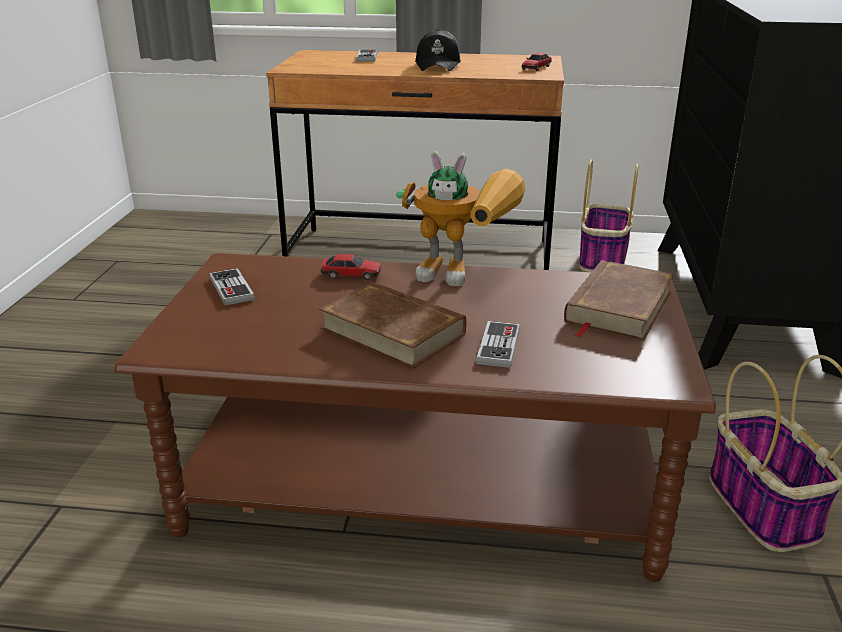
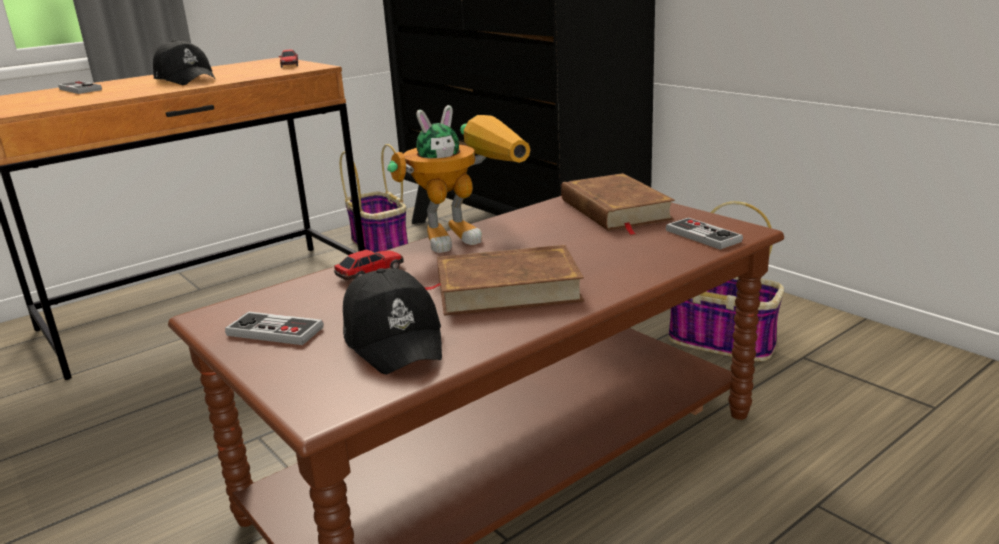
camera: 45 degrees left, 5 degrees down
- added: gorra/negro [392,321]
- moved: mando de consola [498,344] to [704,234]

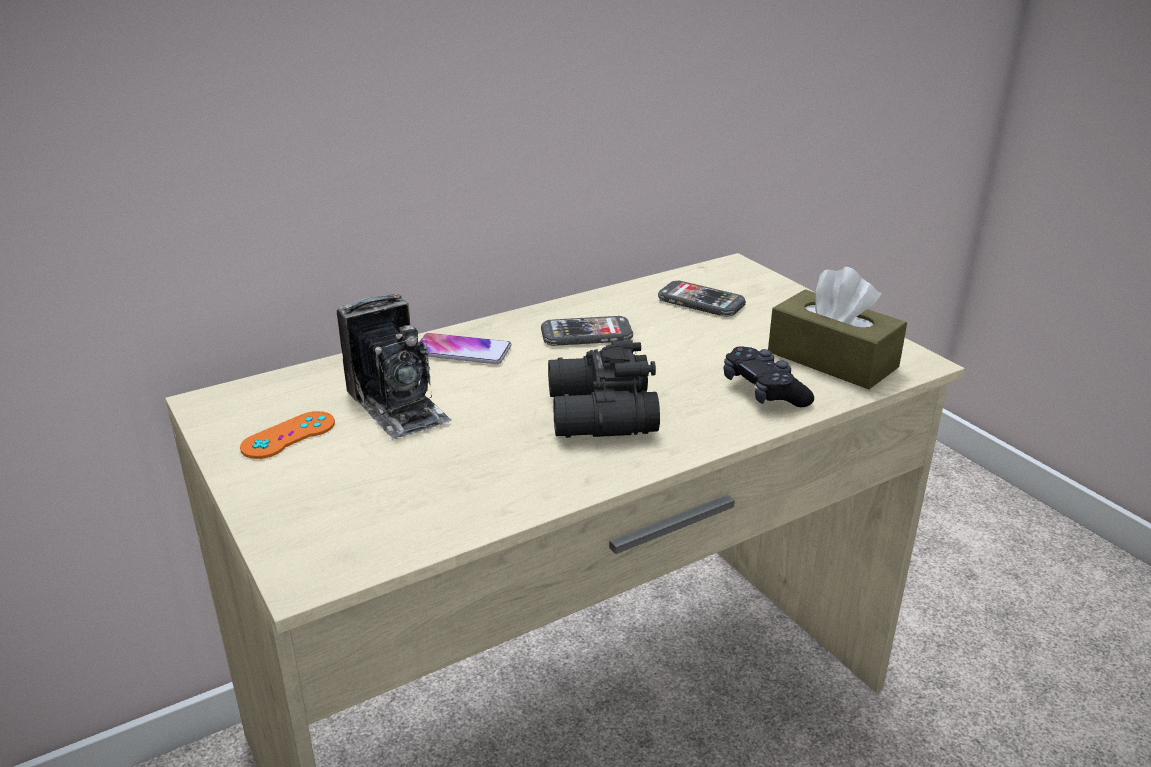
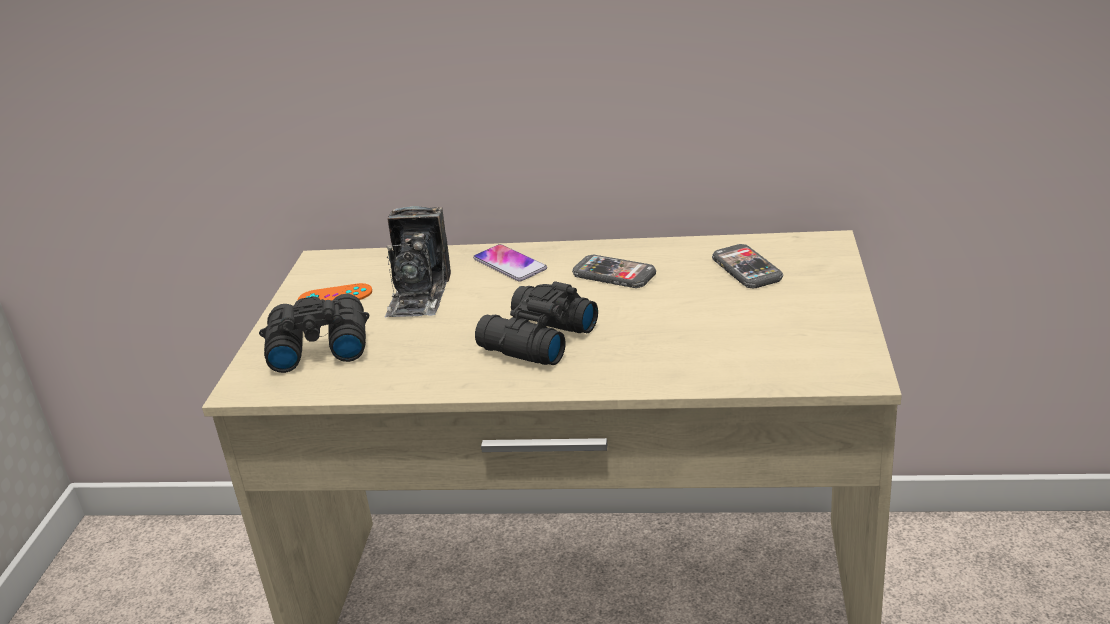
camera: 40 degrees right, 0 degrees up
- added: prismáticos/negro [314,333]
- removed: mando de consola/negro [769,376]
- removed: caja de pañuelos/marrón [837,328]

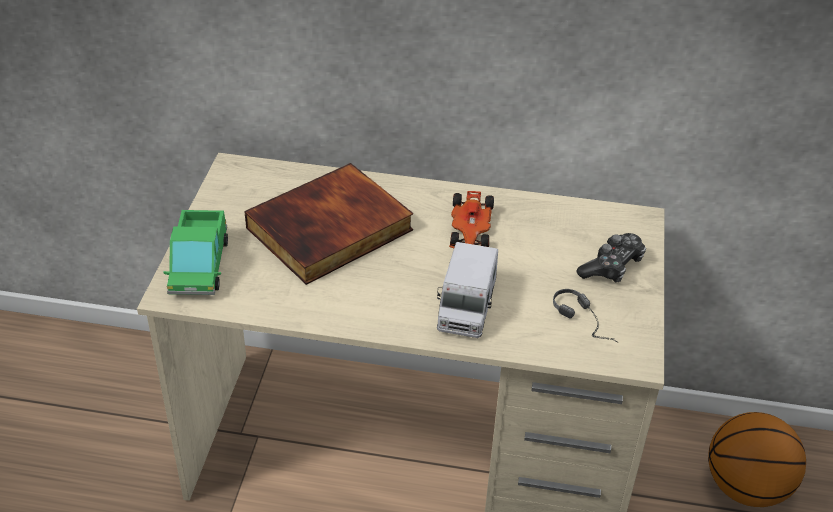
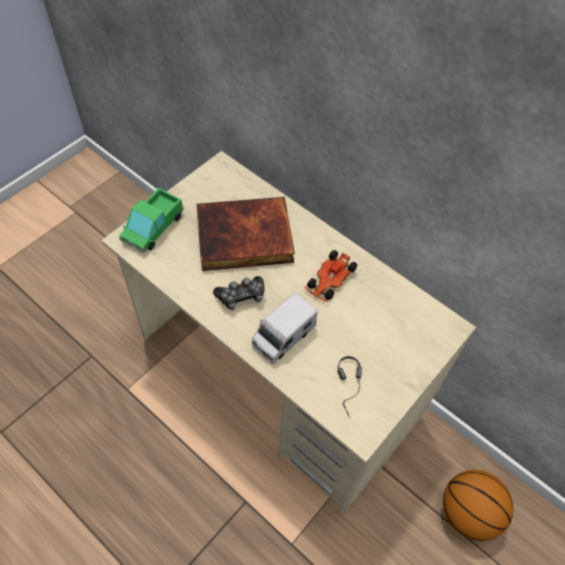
camera: 30 degrees right, 15 degrees up
- moved: mando de consola [611,258] to [239,293]

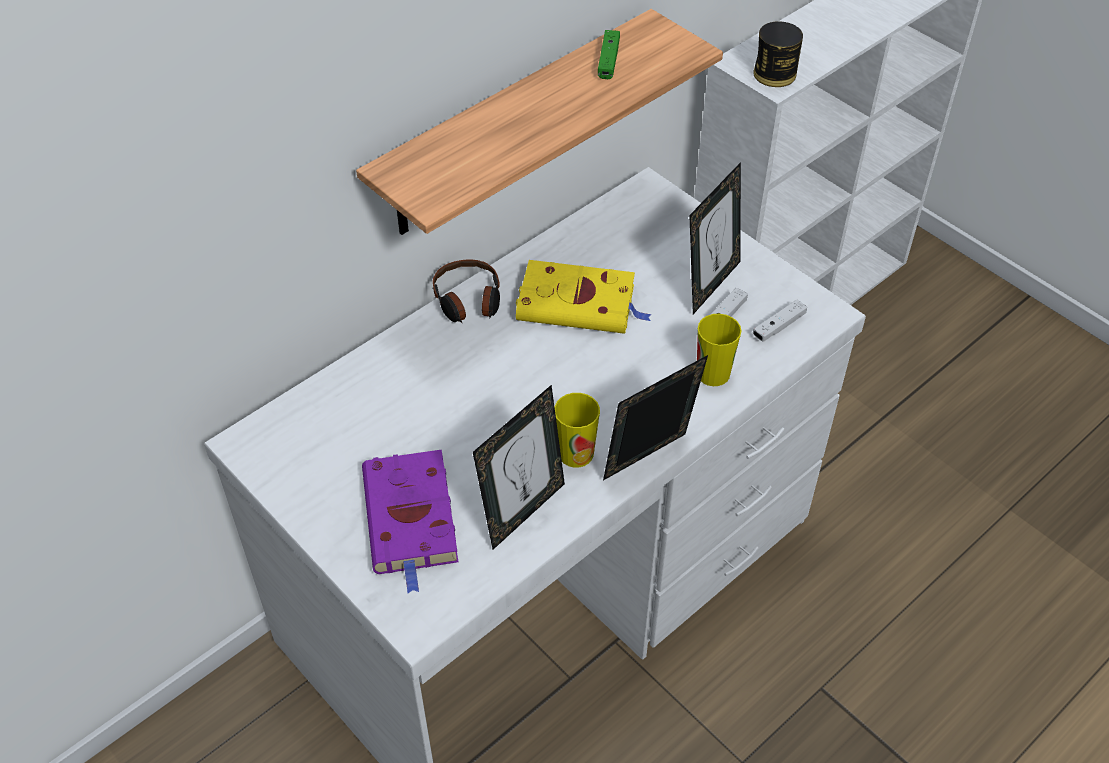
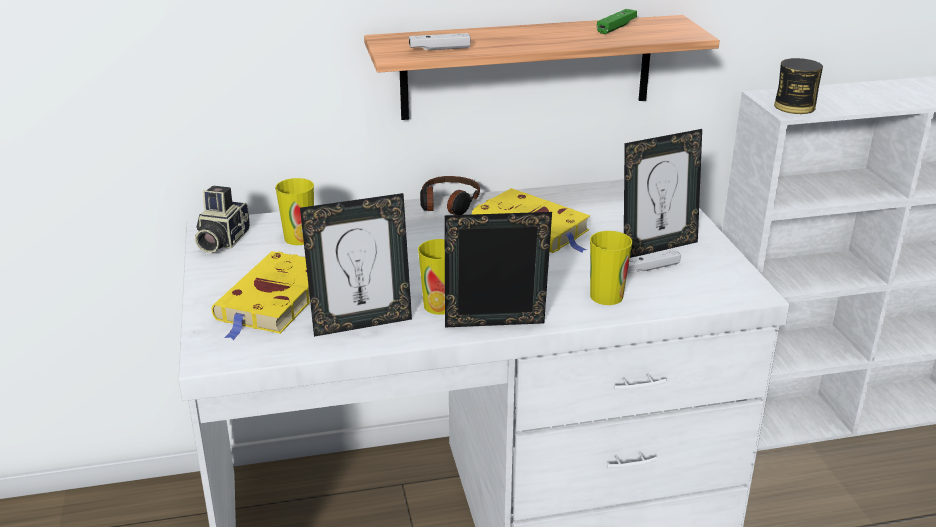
camera: 30 degrees right, 20 degrees down
- added: cámara [222,219]
- recoloured: libro/morado [410,521] to libro/amarillo [261,295]
- added: taza [294,211]
- moved: mando de consola/blanco [780,320] to [440,42]

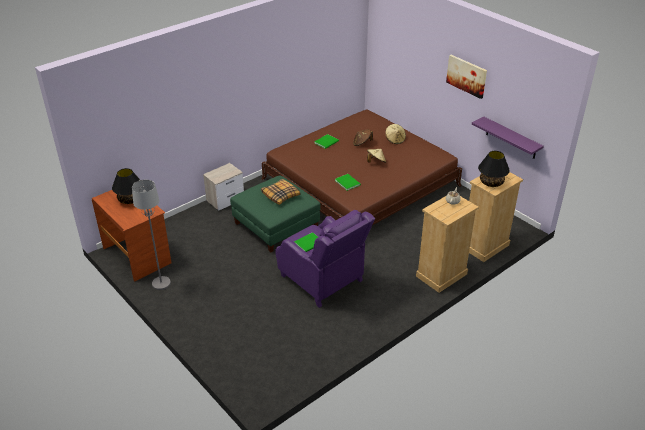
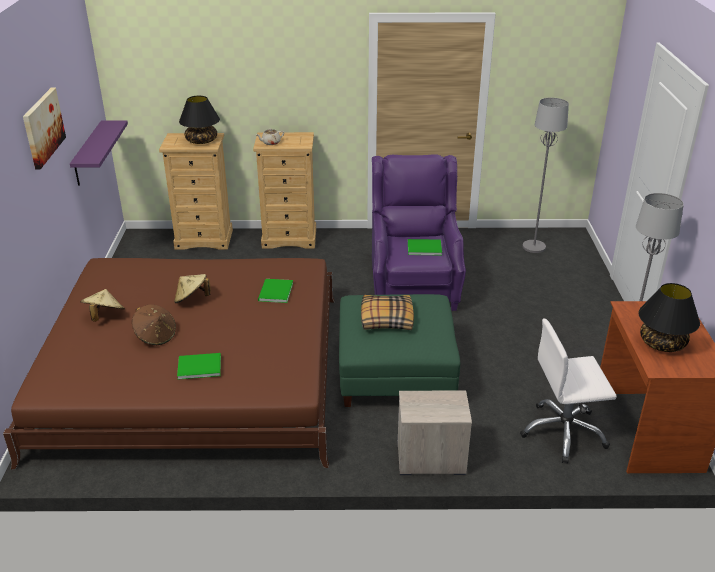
camera: 140 degrees left, 5 degrees down
- added: silla de oficina/blanco [568,391]
- added: lámpara de pie/gris [545,175]

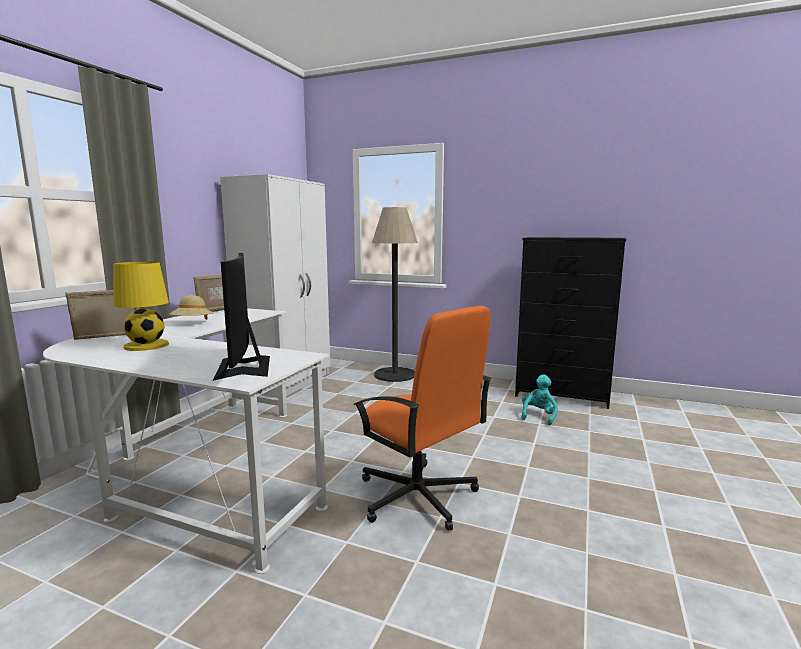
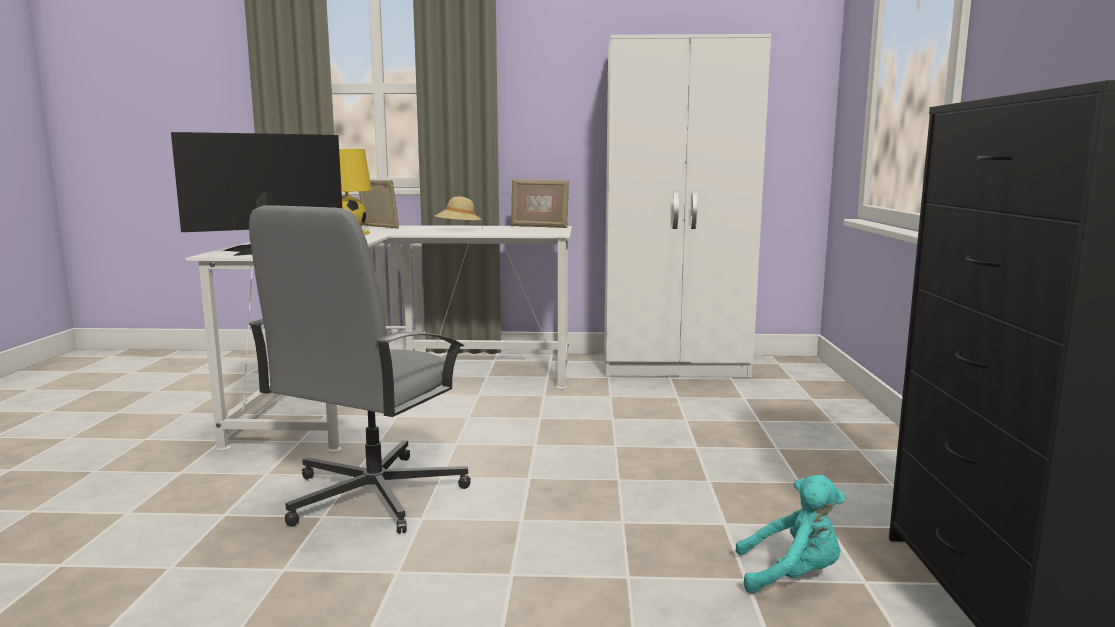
camera: 70 degrees right, 0 degrees up
- recoloured: silla de oficina/naranja [422,418] to silla de oficina/gris [359,369]
- removed: lámpara de pie [395,294]

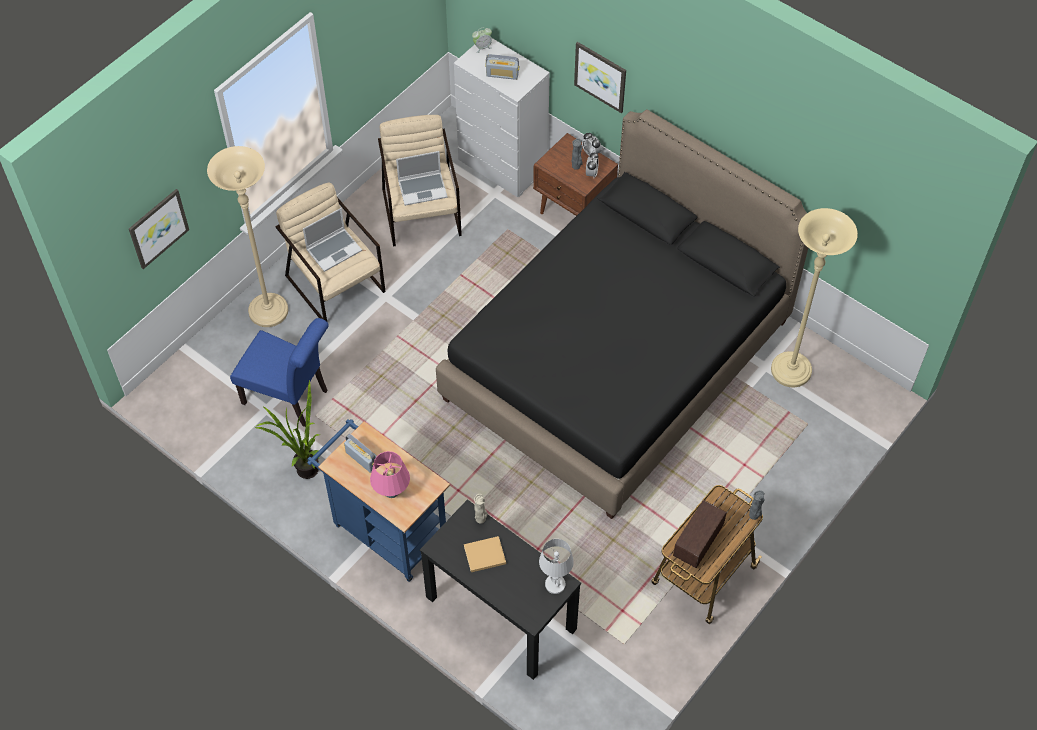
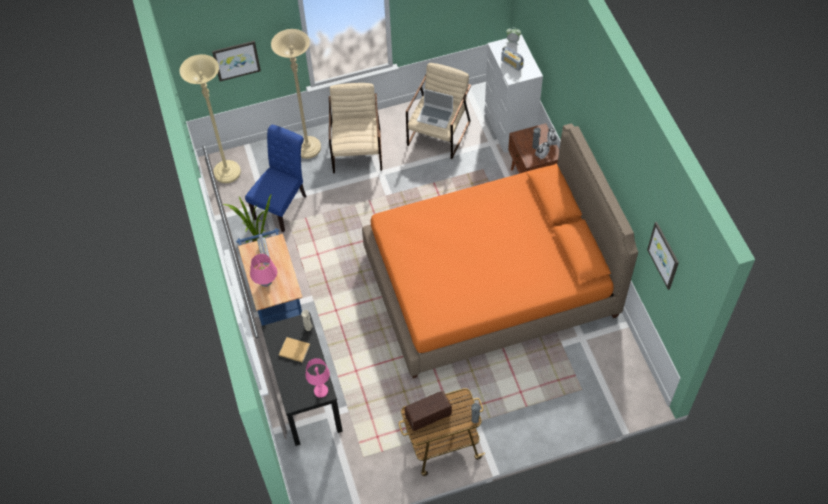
camera: 35 degrees right, 0 degrees up
- moved: lámpara de pie/beis [814,297] to [210,118]
- turned: silla/azul [279,372] = [275,178] 120 degrees counterclockwise
- recoloured: lámpara de mesa/blanco [556,566] to lámpara de mesa/rosa [318,378]
- recoloured: cama/negro [622,314] to cama/naranja [500,251]
- moved: cuadro [600,77] to [663,256]
- removed: portátil [332,240]

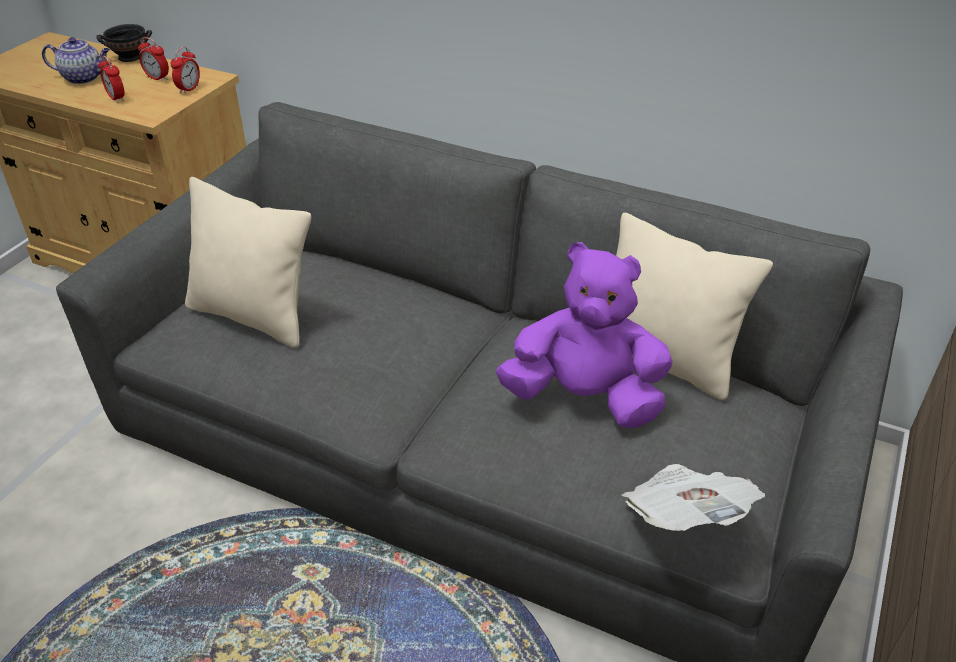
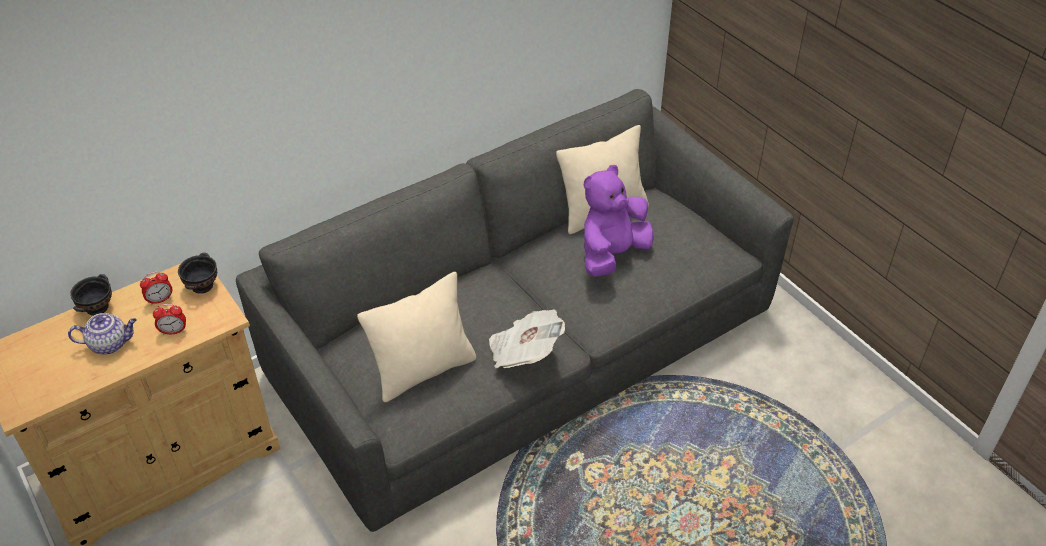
camera: 60 degrees left, 5 degrees up
- turned: tetera [76,60] = [102,334] 45 degrees clockwise
- replaced: despertador [185,70] to cuenco/negro [197,273]
- moved: periódico [693,497] to [527,338]

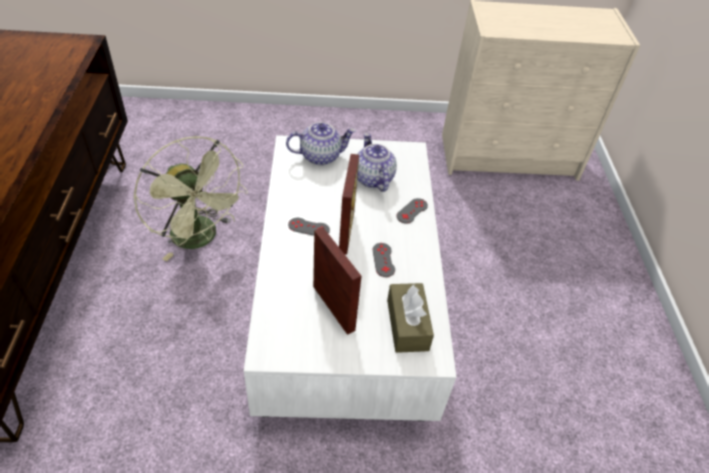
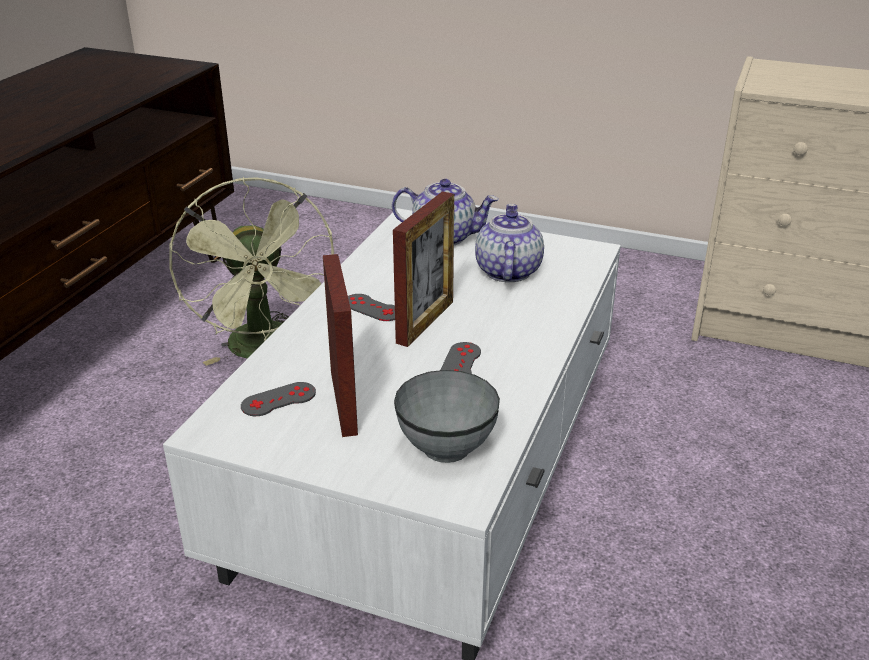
camera: 25 degrees right, 15 degrees down
- moved: mando de consola/gris [412,211] to [278,399]
- replaced: caja de pañuelos/marrón [410,318] to cuenco/gris [447,416]

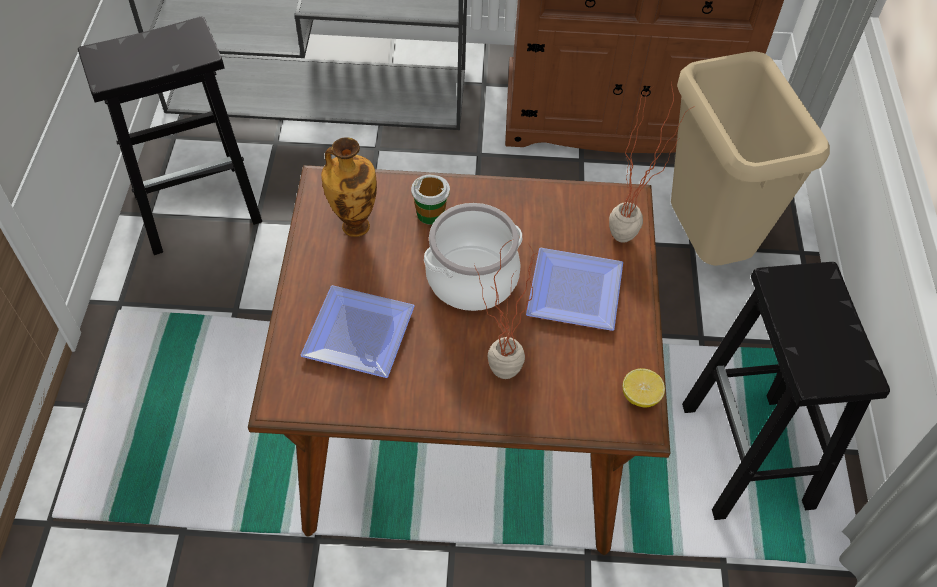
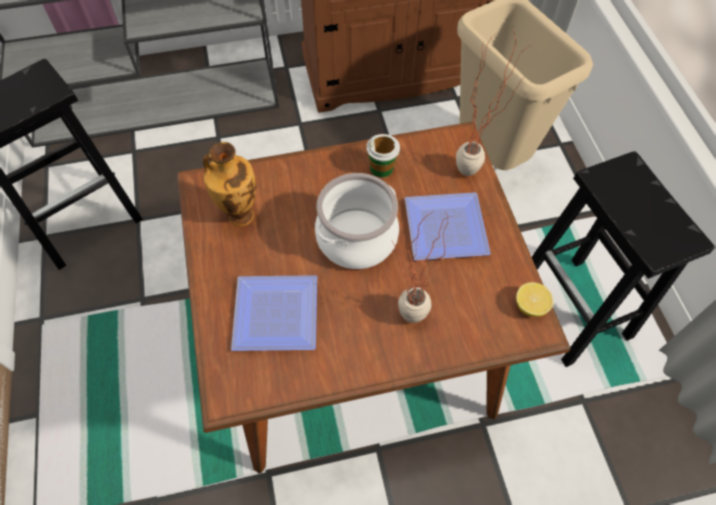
camera: 15 degrees left, 5 degrees up
- moved: taza [430,199] to [383,155]

